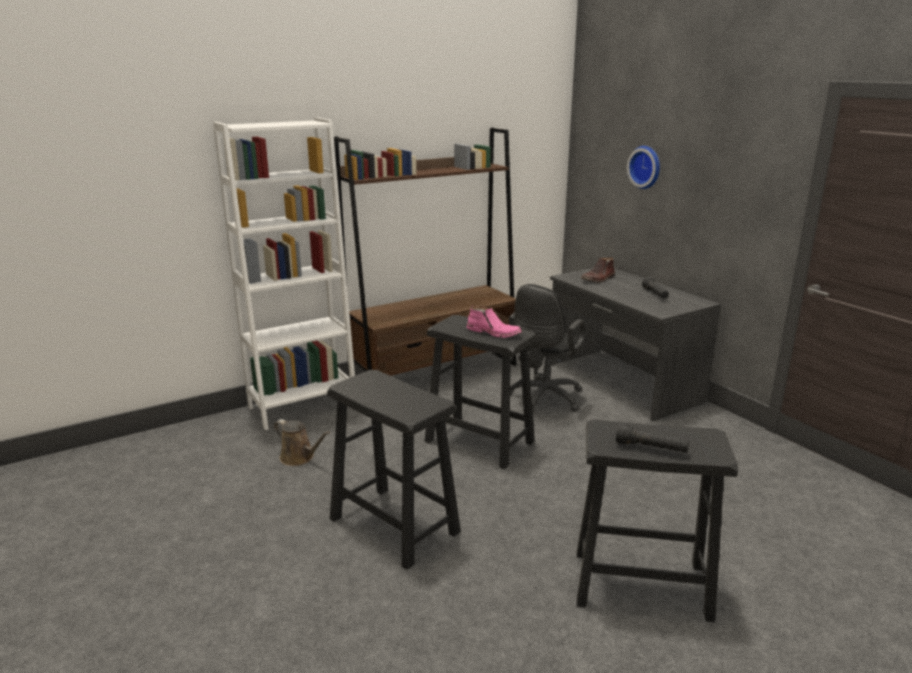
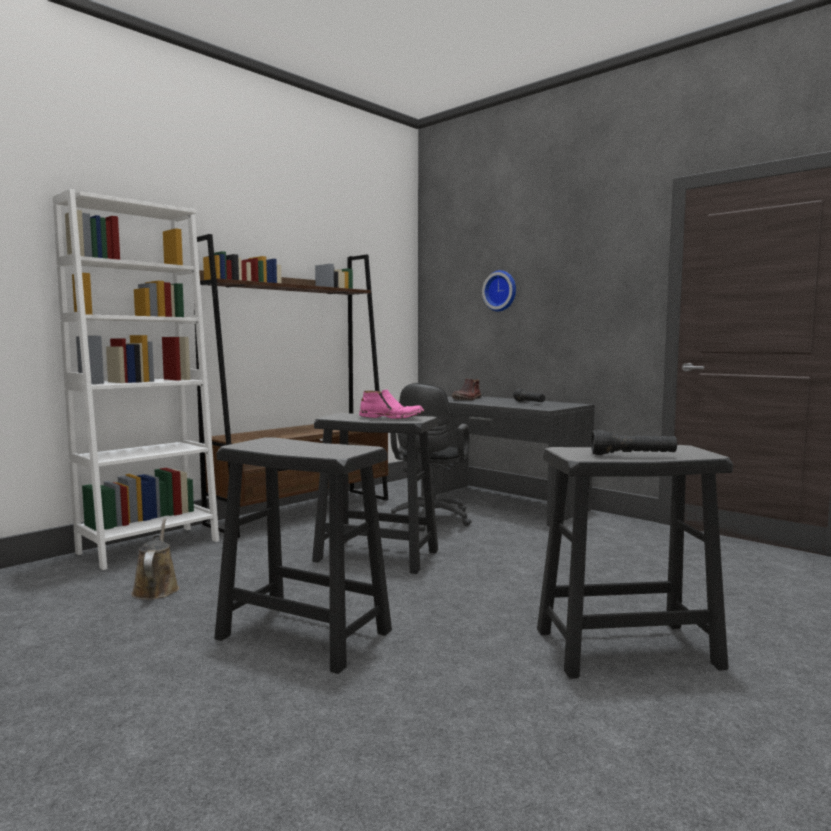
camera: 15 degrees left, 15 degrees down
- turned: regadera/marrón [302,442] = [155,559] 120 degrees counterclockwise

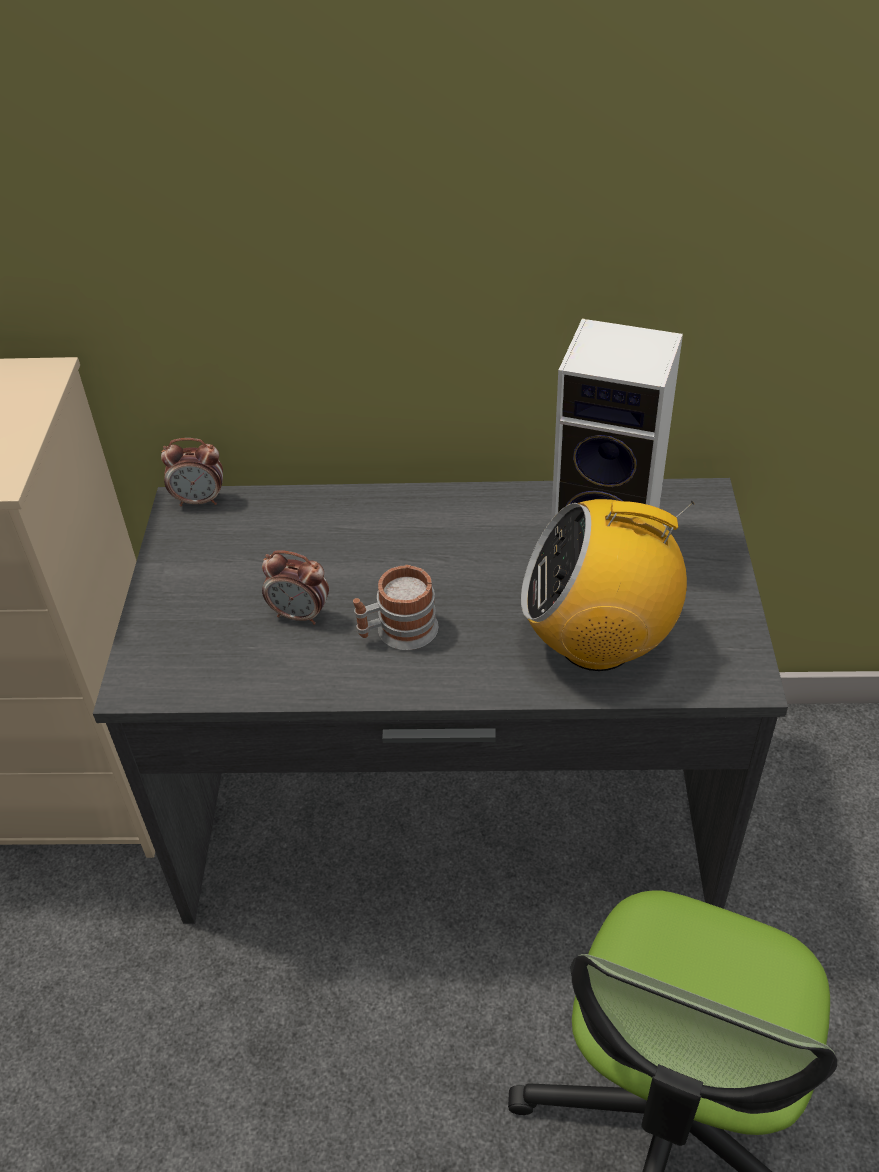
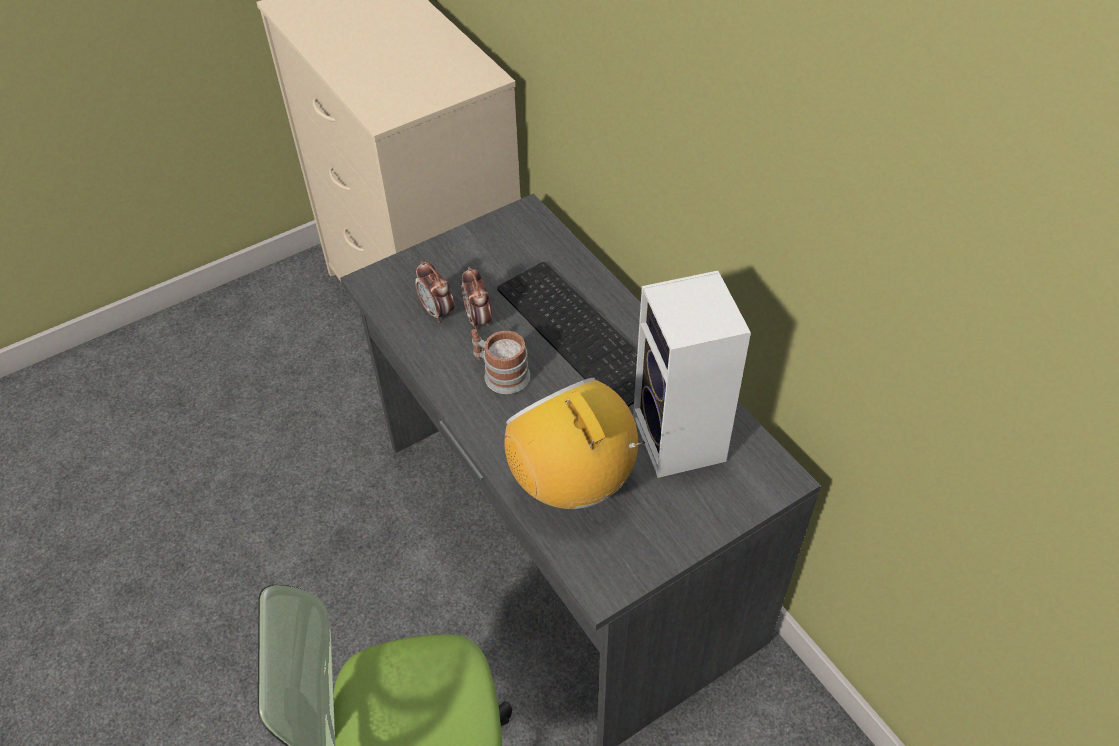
camera: 55 degrees right, 5 degrees up
- moved: despertador [192,472] to [435,292]
- added: teclado [567,334]

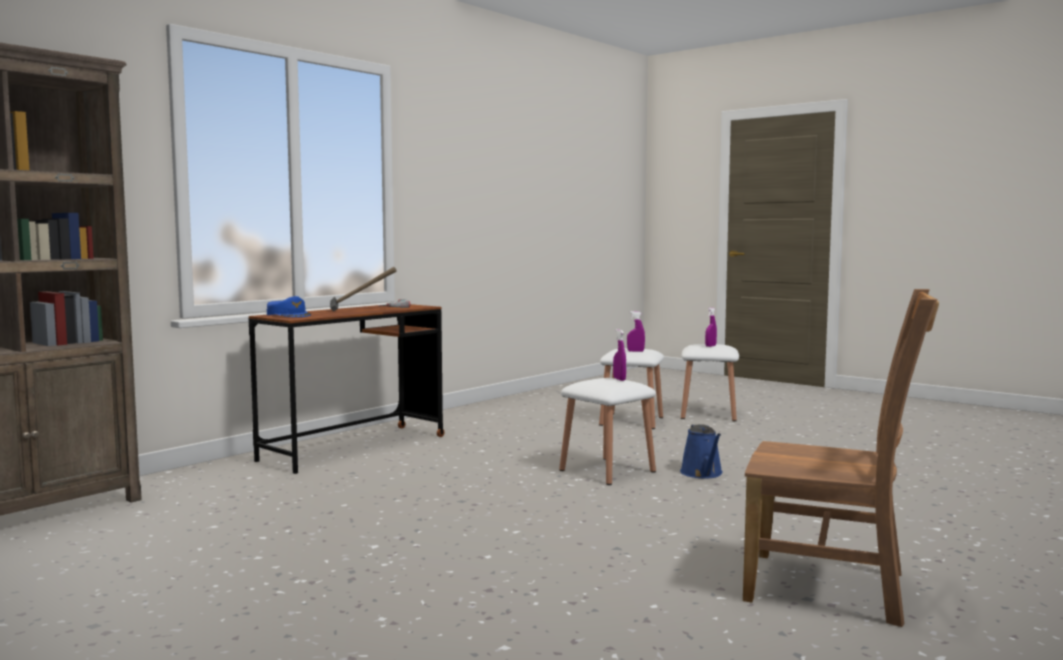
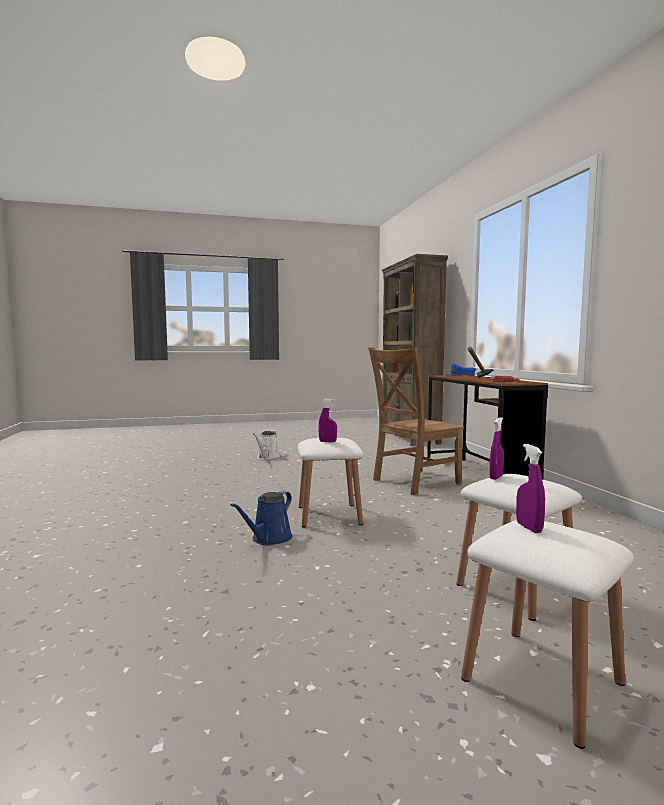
camera: 125 degrees right, 0 degrees up
- turned: regadera/azul [701,451] = [261,518] 90 degrees counterclockwise
- added: regadera/blanco [266,445]
- moved: silla/marrón [841,458] to [416,421]

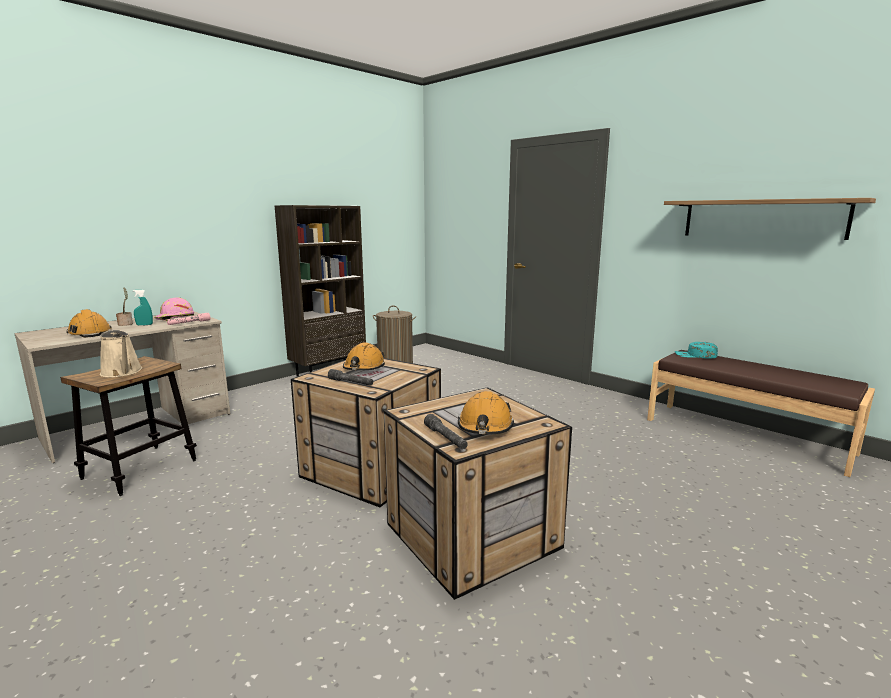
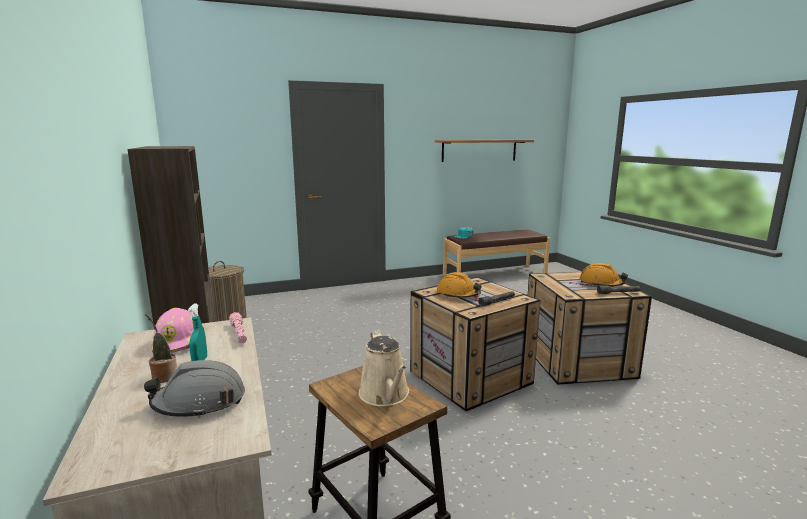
camera: 65 degrees left, 0 degrees up
- recoloured: casco/naranja [88,323] to casco/gris [194,389]
- turned: regadera/beis [121,353] = [384,368] 90 degrees clockwise

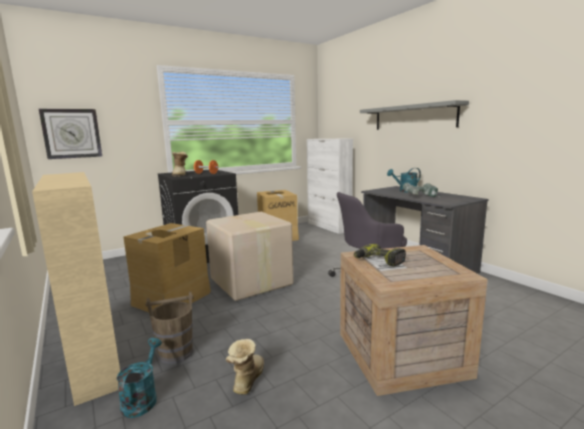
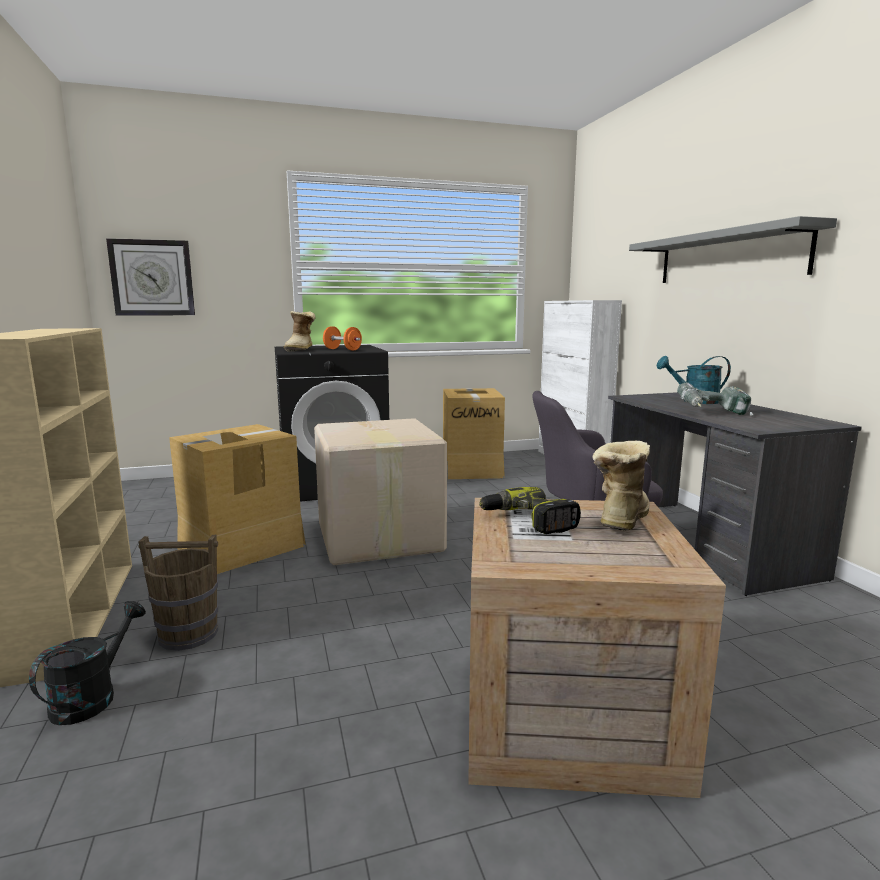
camera: 15 degrees right, 0 degrees up
- recoloured: regadera/turquesa [139,378] to regadera/negro [87,663]
- moved: bota [245,367] to [621,485]

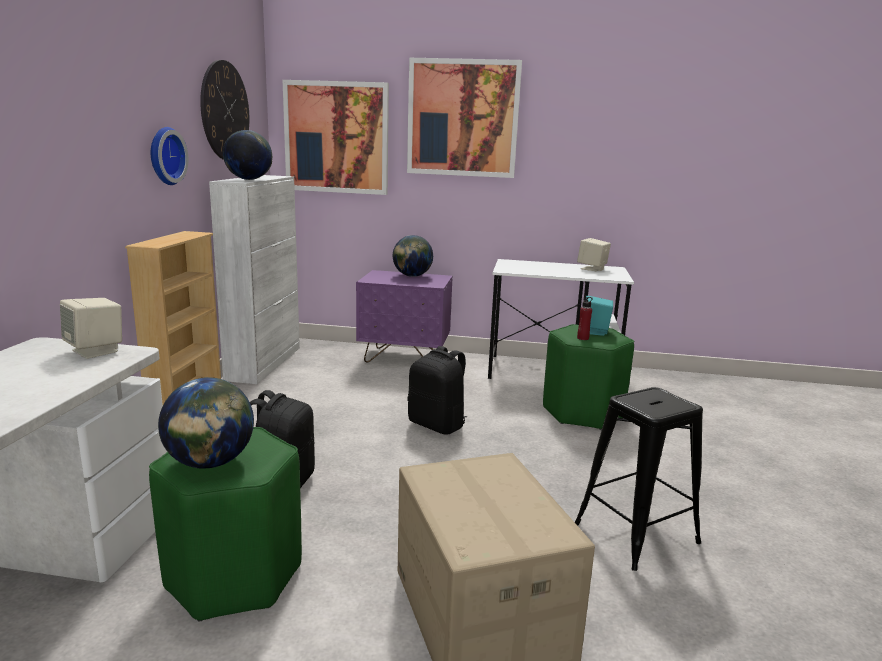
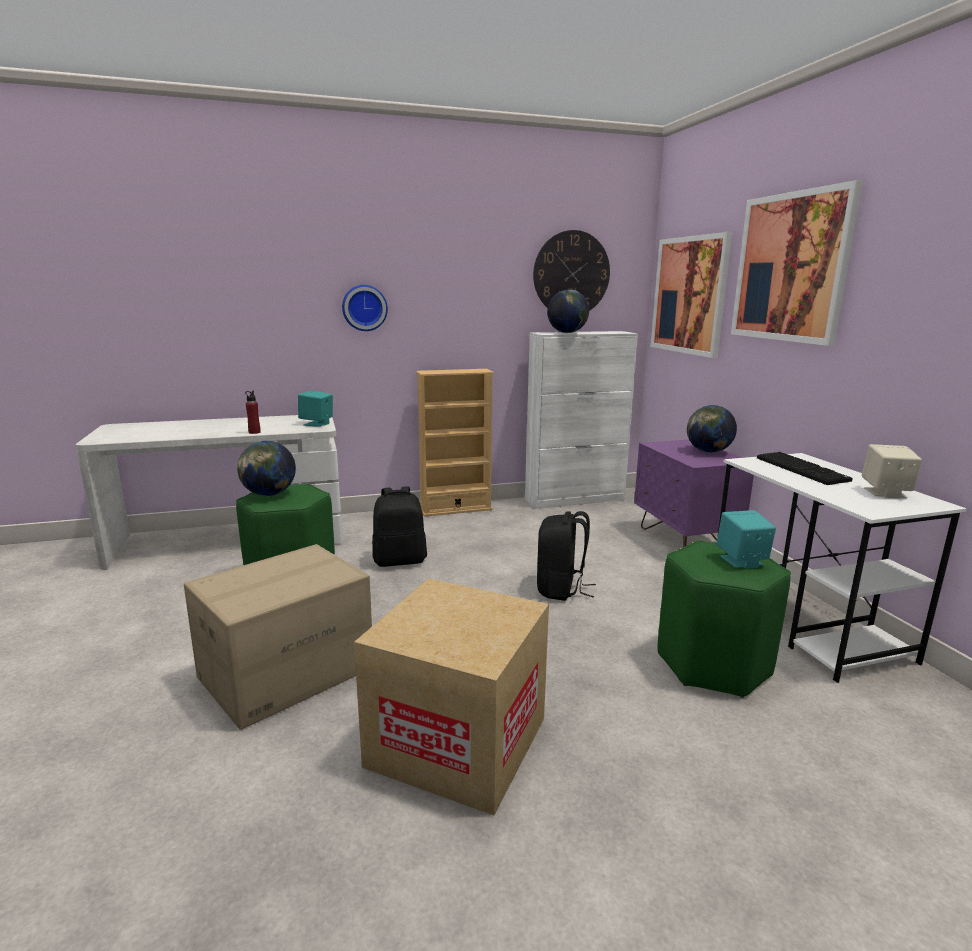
camera: 65 degrees right, 0 degrees up
- moved: botella/rojo [585,318] to [253,412]
- recoloured: altavoz/beis [91,328] to altavoz/turquesa [315,408]
- moved: reloj de pared [169,156] to [365,308]
- replaced: taburete/negro [639,479] to caja de cartón [451,696]
- added: teclado [804,468]

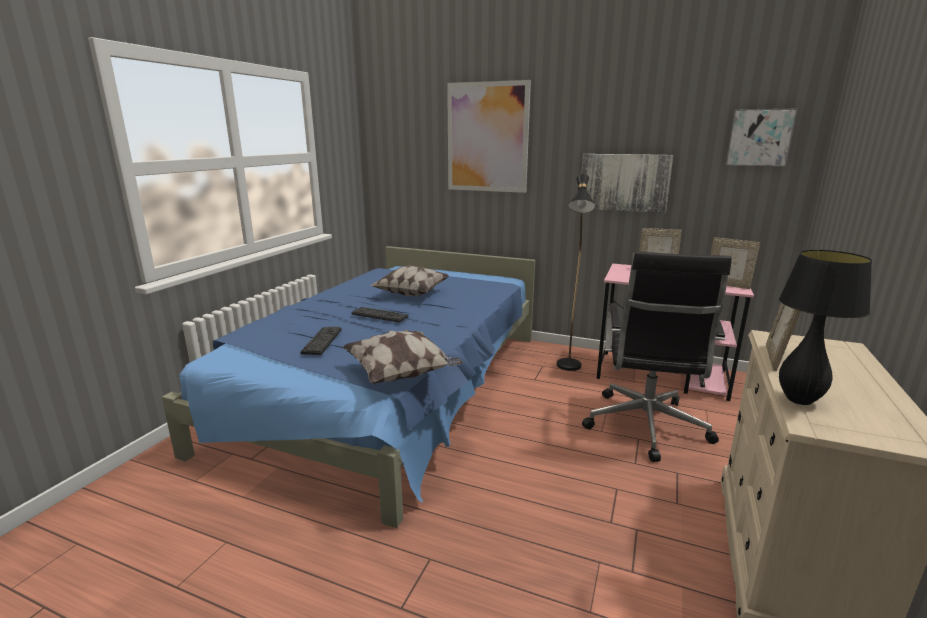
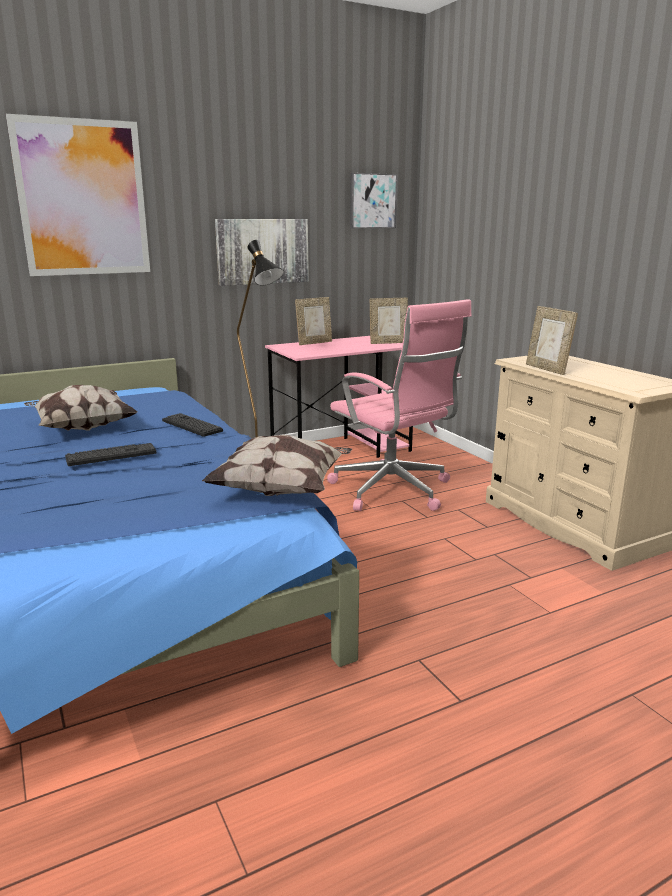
camera: 50 degrees left, 0 degrees up
- moved: teclado [321,341] to [192,425]
- recoloured: silla de oficina/negro [657,356] to silla de oficina/rosa [399,405]
- removed: lámpara de mesa/negro [825,327]

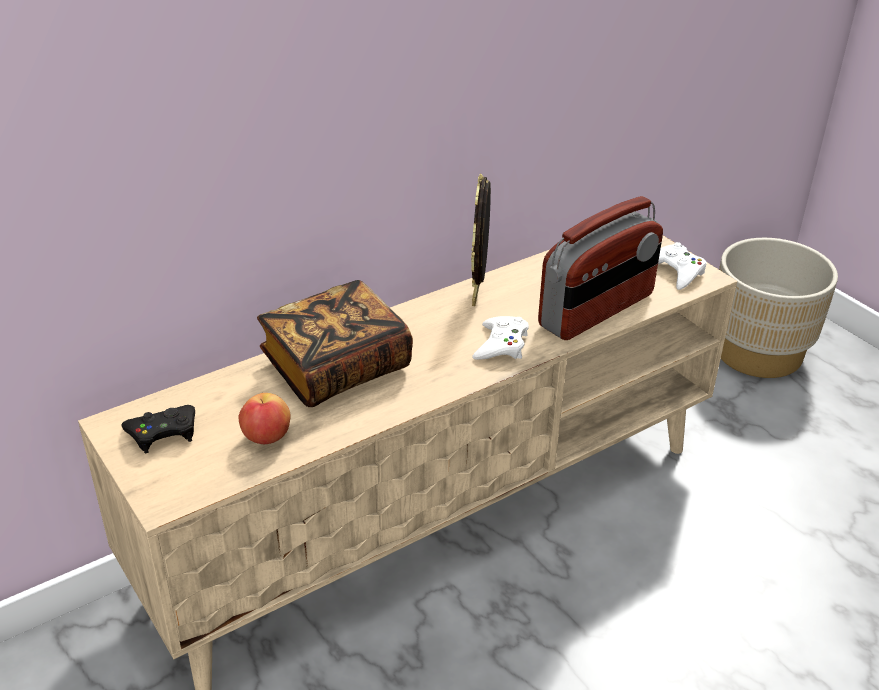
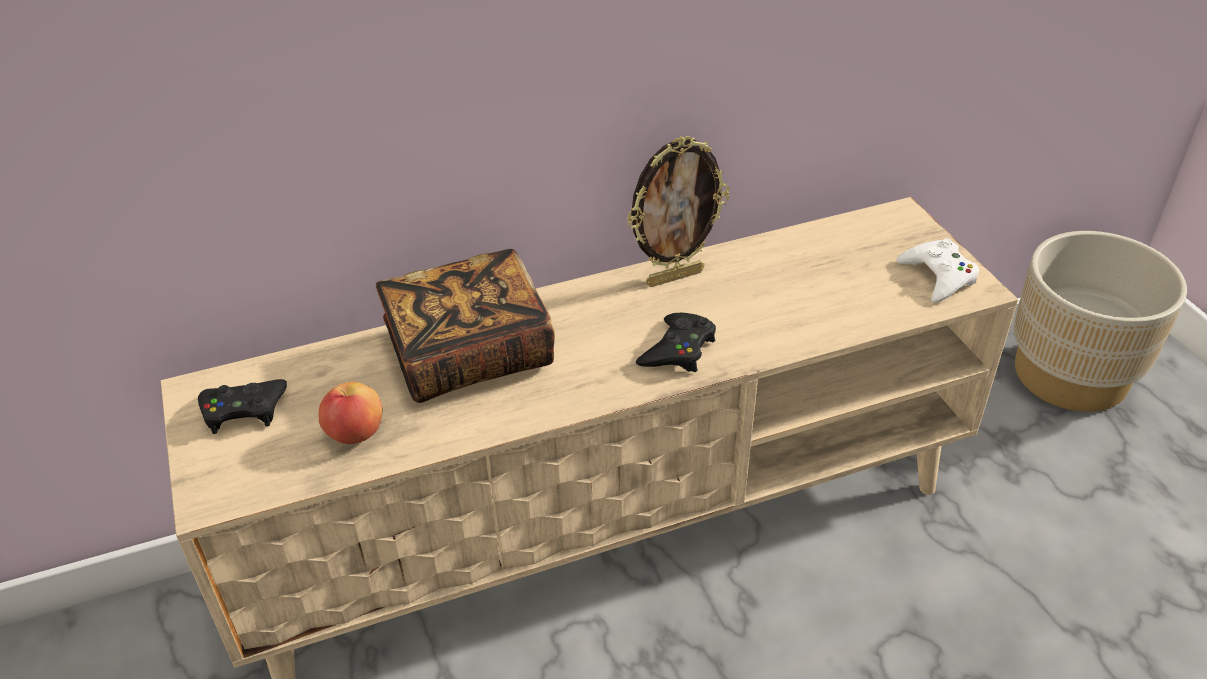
camera: 15 degrees right, 5 degrees up
- turned: portarretratos [481,239] = [678,211] 135 degrees counterclockwise
- recoloured: mando de consola/blanco [500,338] to mando de consola/negro [676,342]
- removed: radio [600,268]

